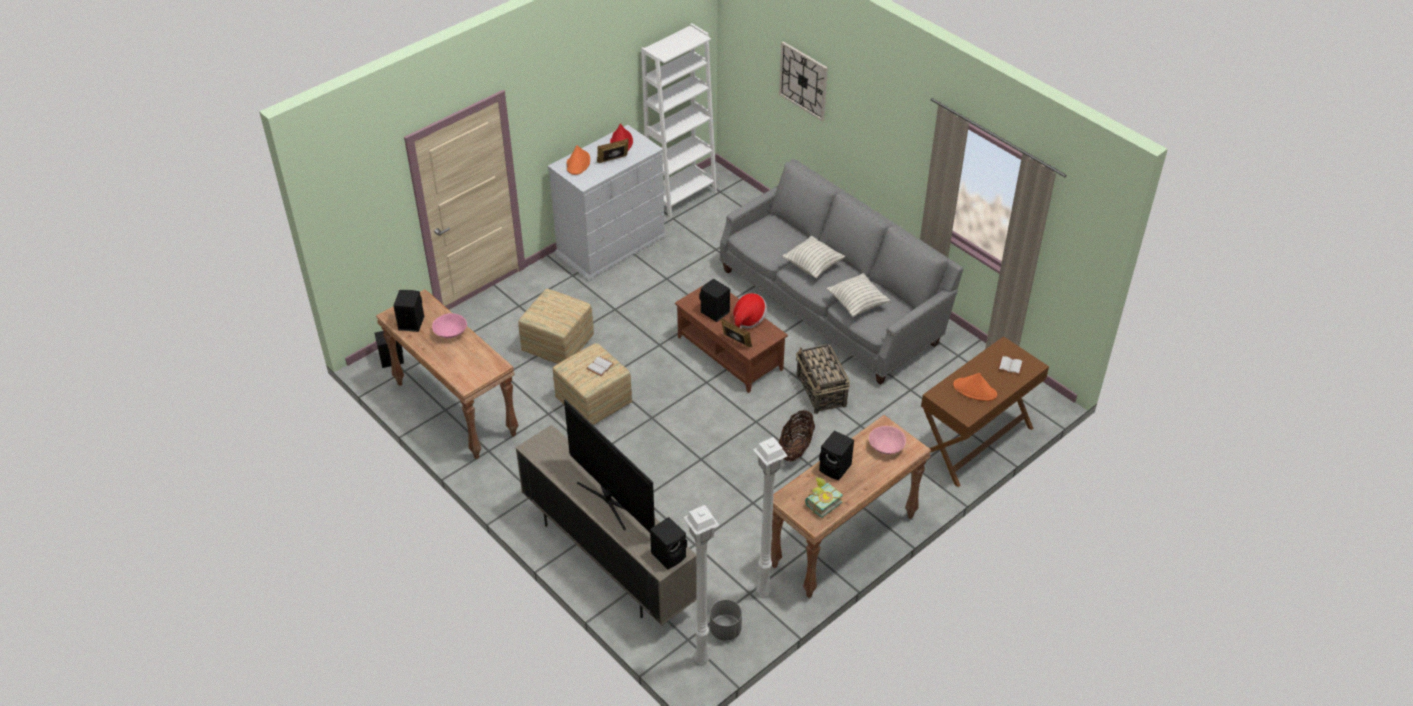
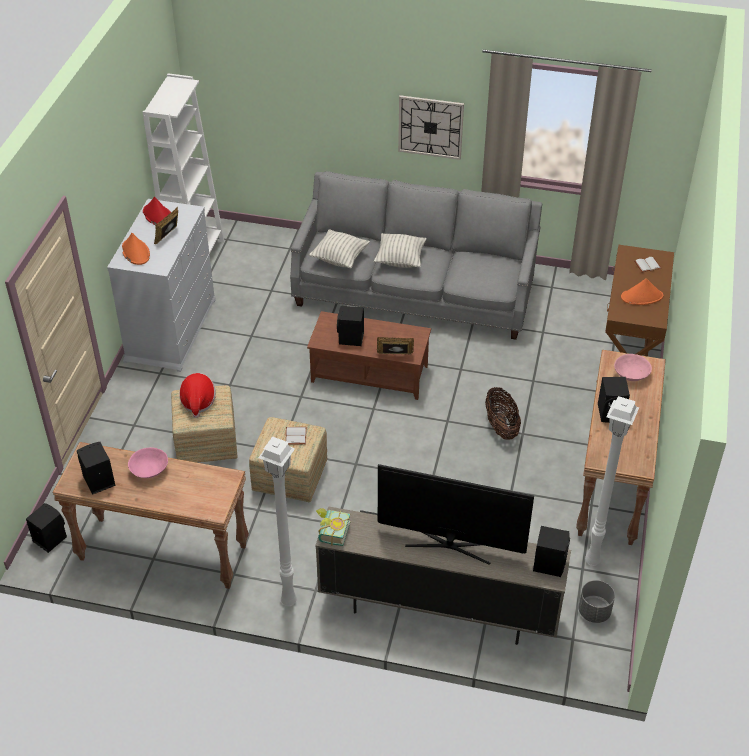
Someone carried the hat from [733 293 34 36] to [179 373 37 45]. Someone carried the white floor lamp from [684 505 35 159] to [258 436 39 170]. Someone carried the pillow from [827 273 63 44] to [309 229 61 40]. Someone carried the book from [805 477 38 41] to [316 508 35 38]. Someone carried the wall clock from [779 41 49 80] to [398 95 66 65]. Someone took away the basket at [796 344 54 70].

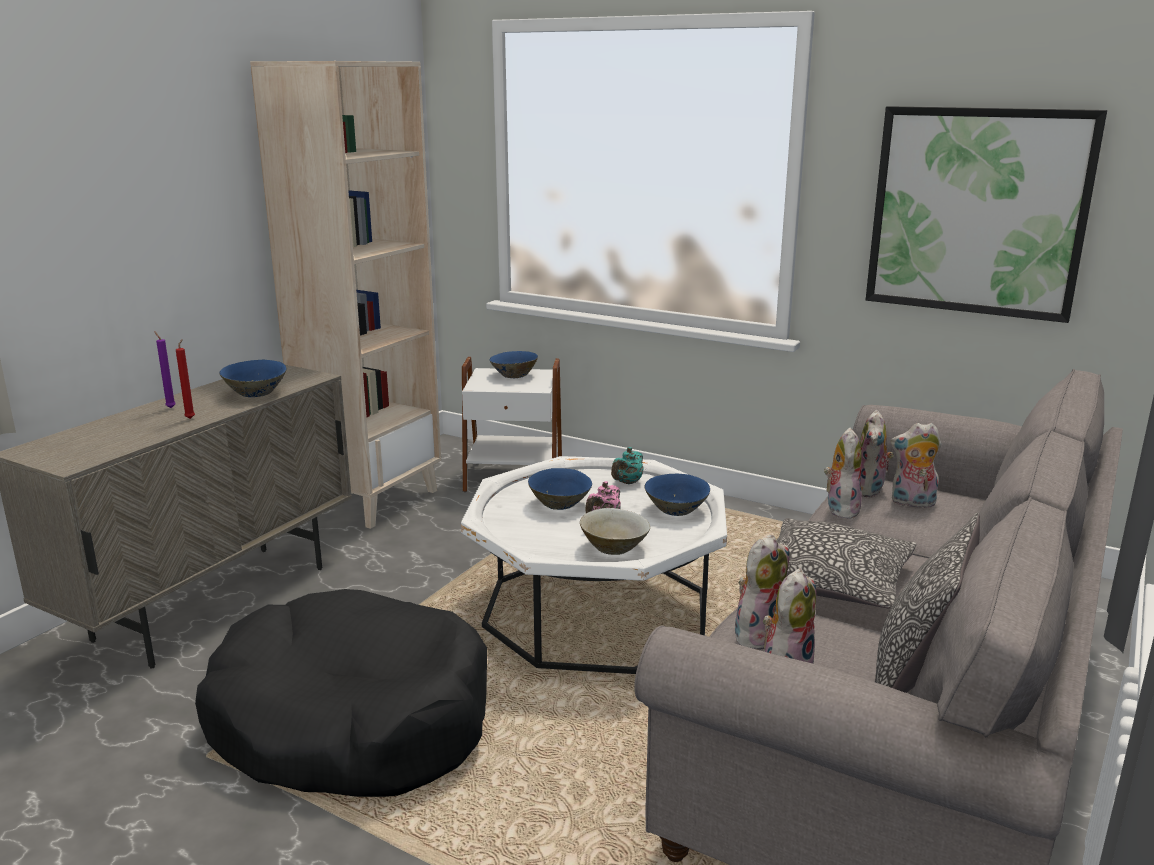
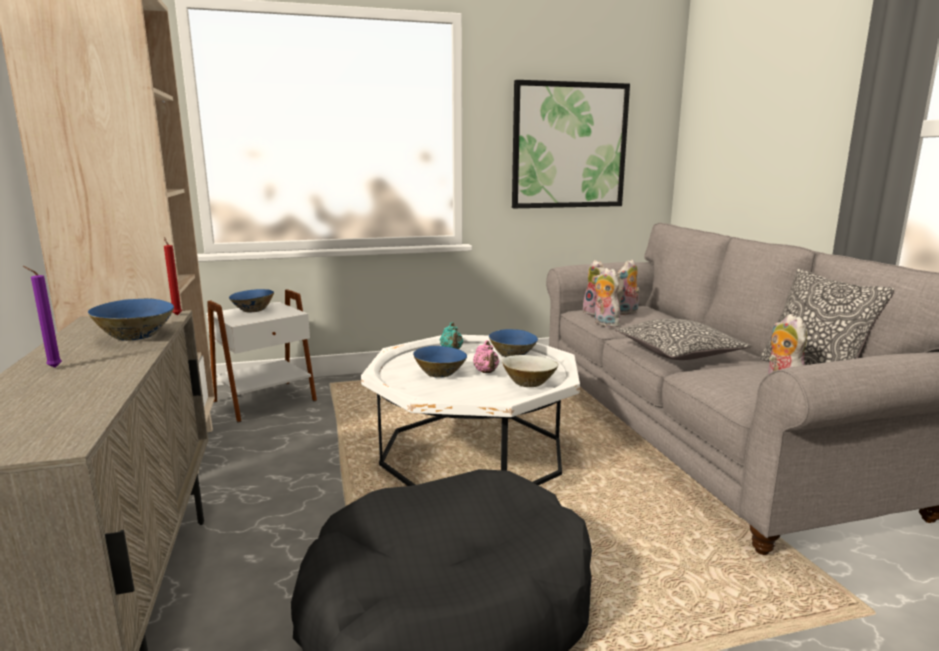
Someone carried the red candle from [176 339 19 80] to [164 237 18 78]. Someone took away the plush toy at [735 534 55 116].

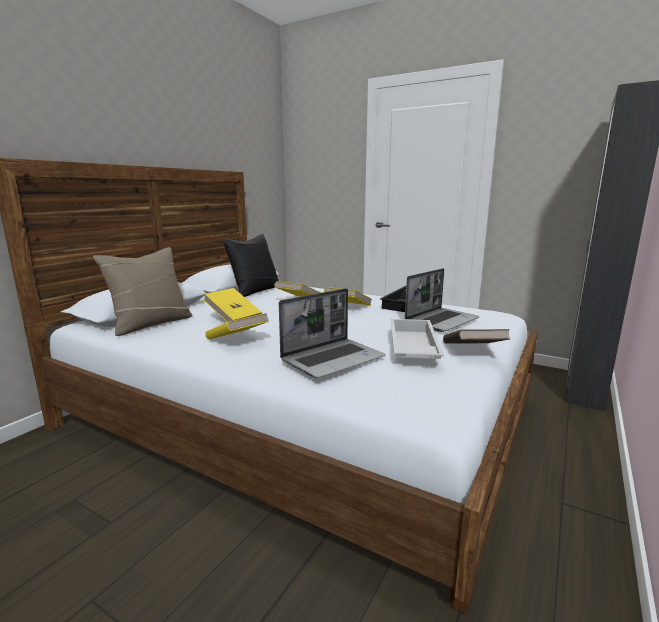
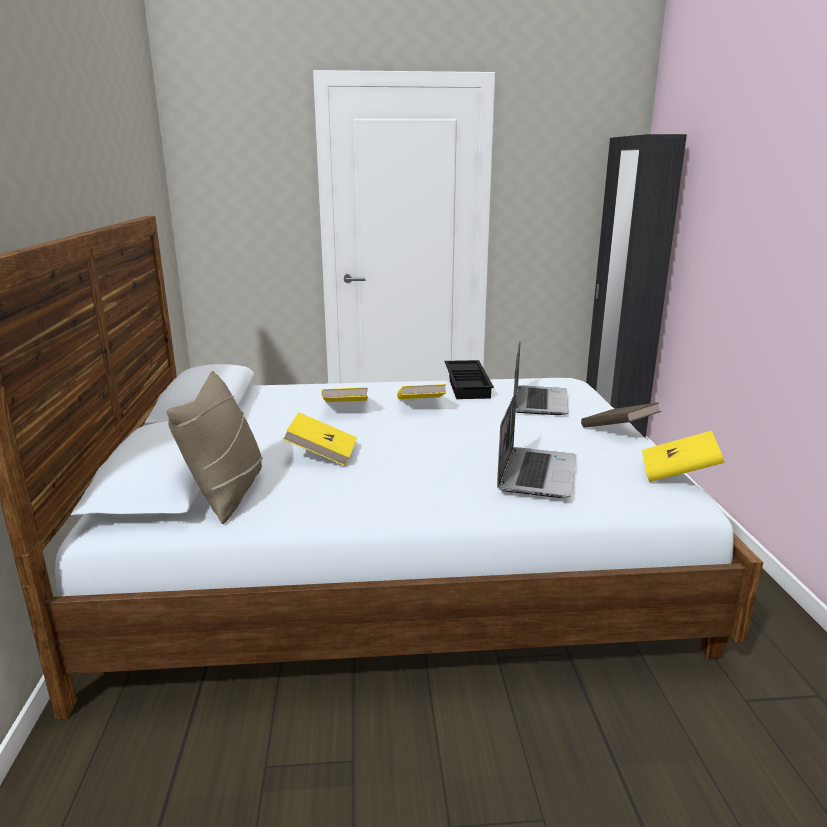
Someone carried the yellow book from [205 313 64 27] to [642 431 83 51]. Someone took away the black pillow at [222 234 57 63]. Someone took away the white tray at [391 319 53 40].

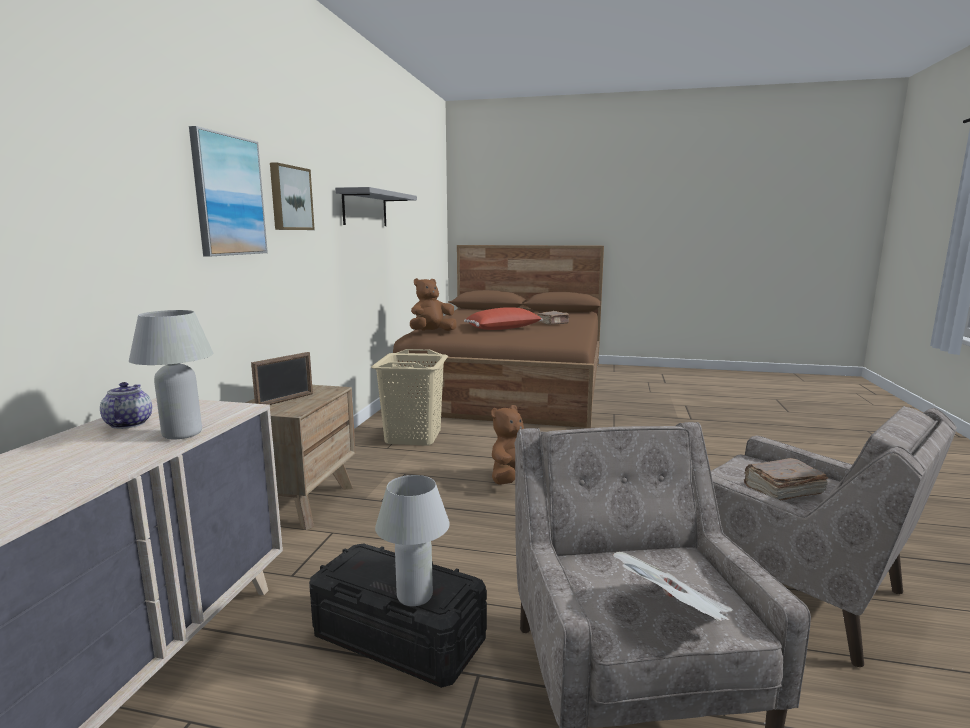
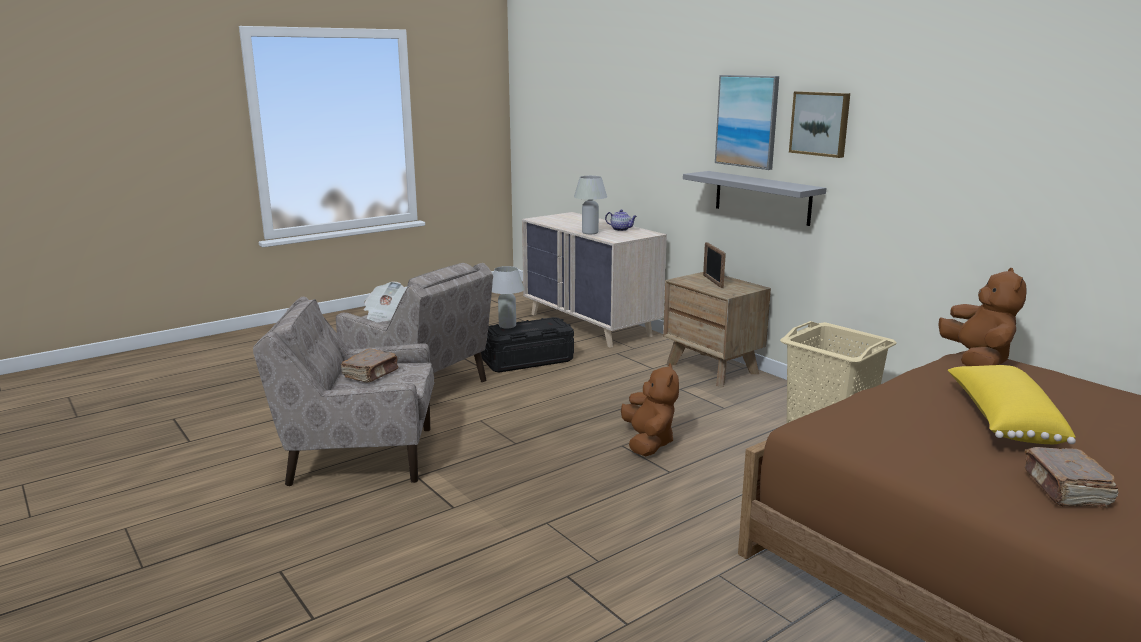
Someone carried the grey shelf from [335 187 82 39] to [683 171 143 55]. Someone repainted the red pillow at [464 307 79 23], which became the yellow pillow at [948 365 128 79].

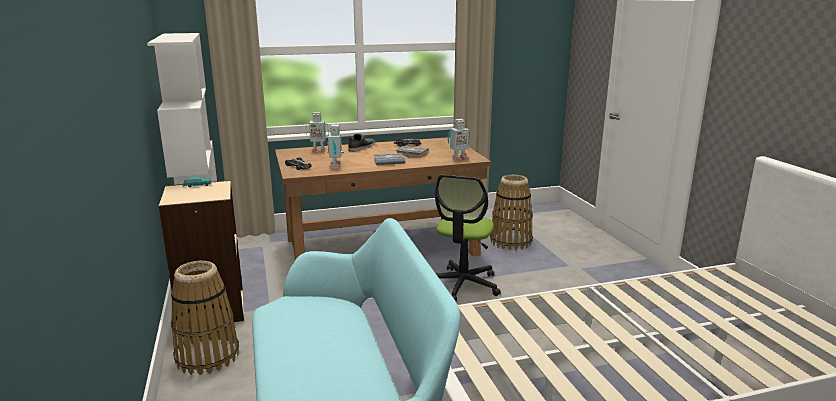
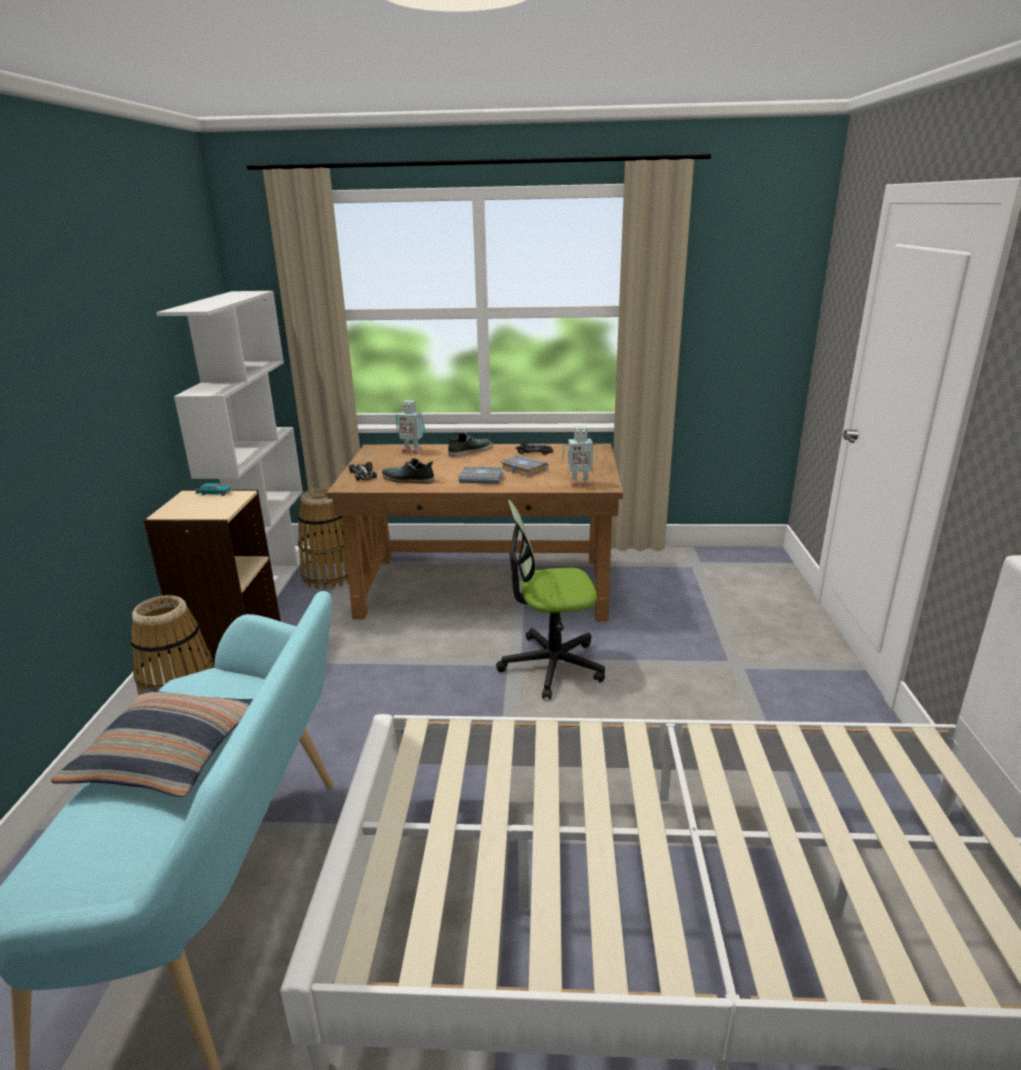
Someone put down the pillow at [51 689 202 108]. Someone carried the basket from [490 175 43 75] to [298 488 51 101]. Someone swapped the toy robot at [327 124 17 45] for the shoe at [382 458 52 26]. Someone rotated the office chair at [435 175 66 126] by 45 degrees clockwise.

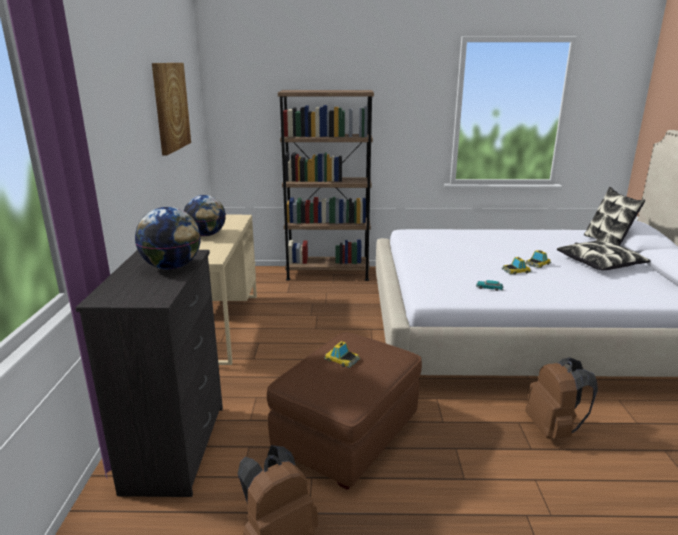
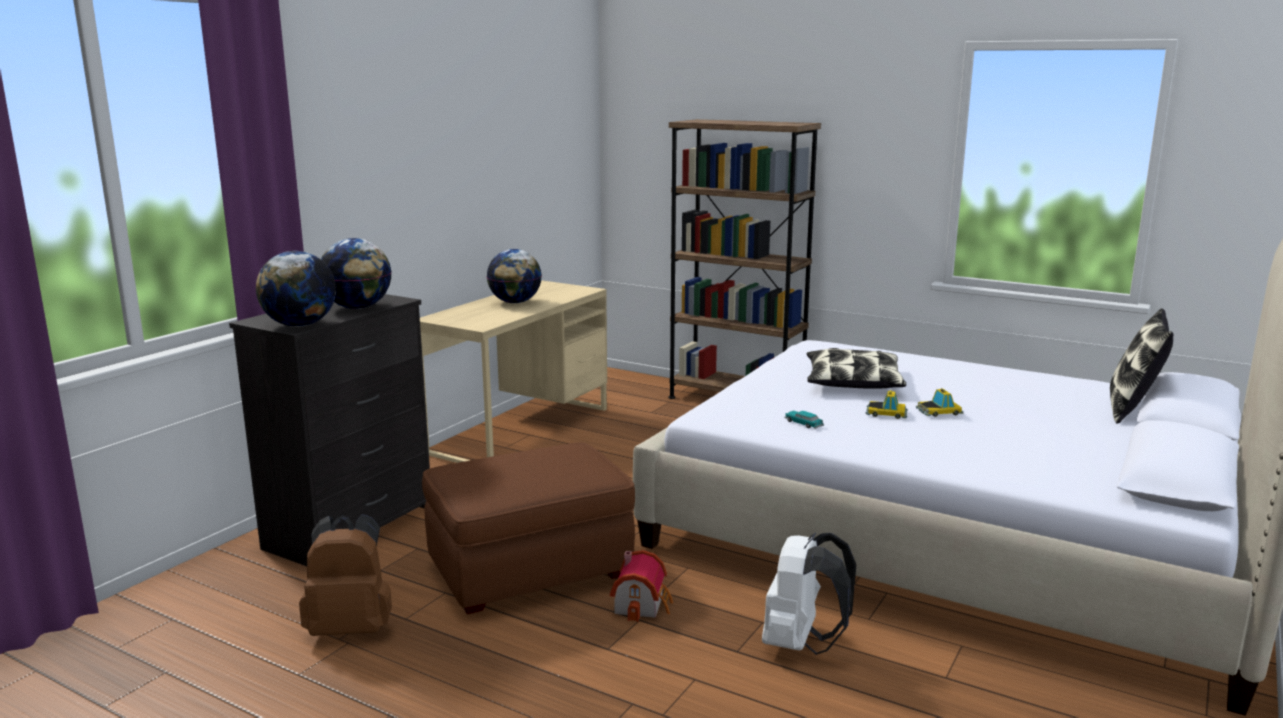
Someone put down the globe at [256 251 80 76]. Someone put down the toy house at [610 550 63 72]. Someone repainted the brown backpack at [525 357 73 82], which became the white backpack at [762 533 94 122]. Someone carried the pillow from [557 240 94 30] to [807 348 99 41]. Someone took away the picture at [152 63 39 92]. Someone took away the toy car at [324 341 36 27].

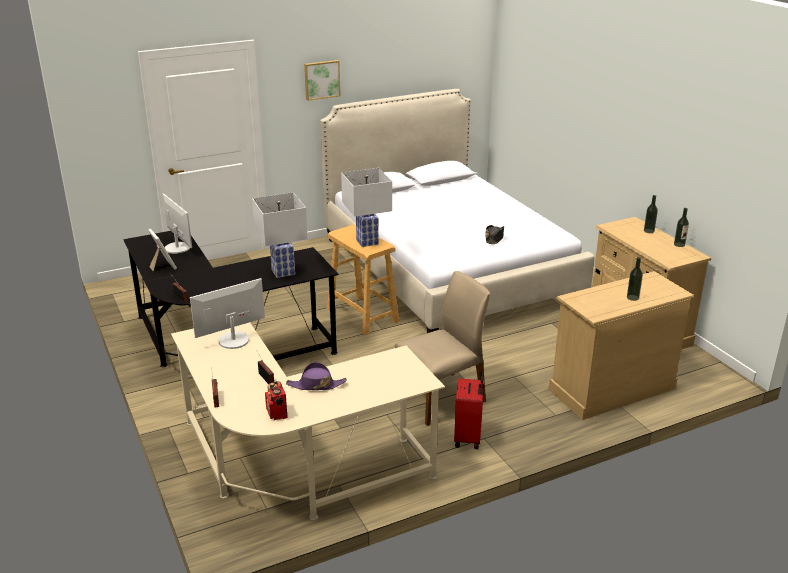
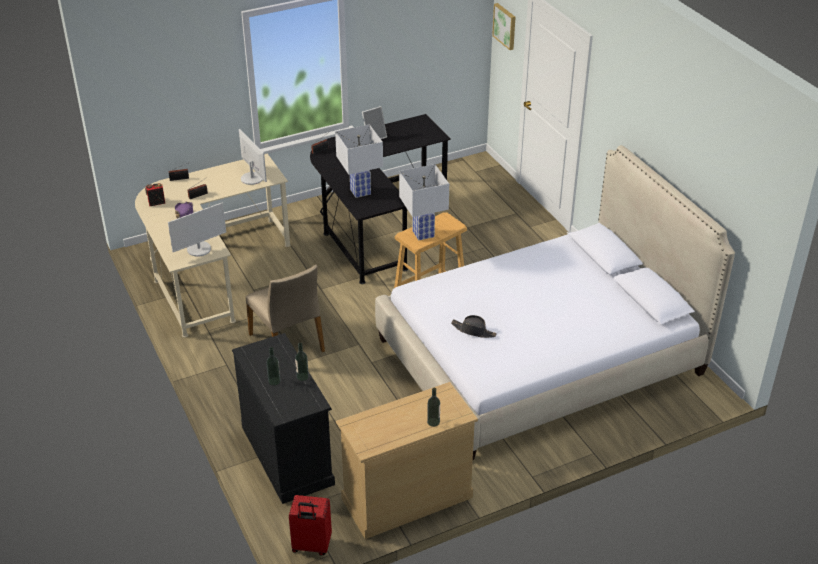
Someone carried the monitor from [162 193 30 61] to [168 203 58 54]. Someone repainted the beige dresser at [548 271 146 149], which became the black dresser at [232 333 103 171]. Someone carried the red suitcase from [454 372 30 77] to [289 495 43 61]. Someone carried the bottle from [674 208 15 39] to [295 343 14 38]. Someone carried the picture from [304 60 37 41] to [492 3 23 47].

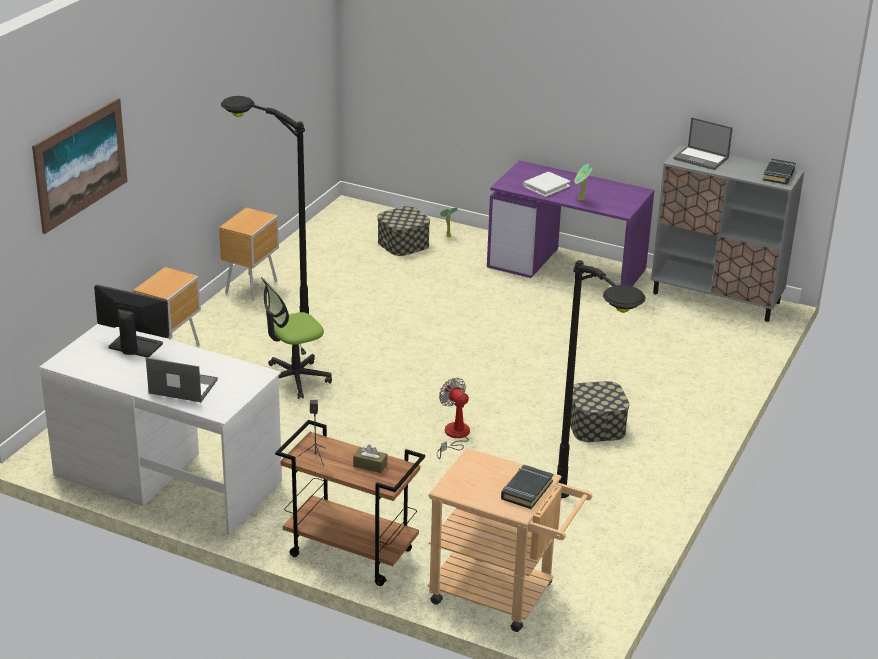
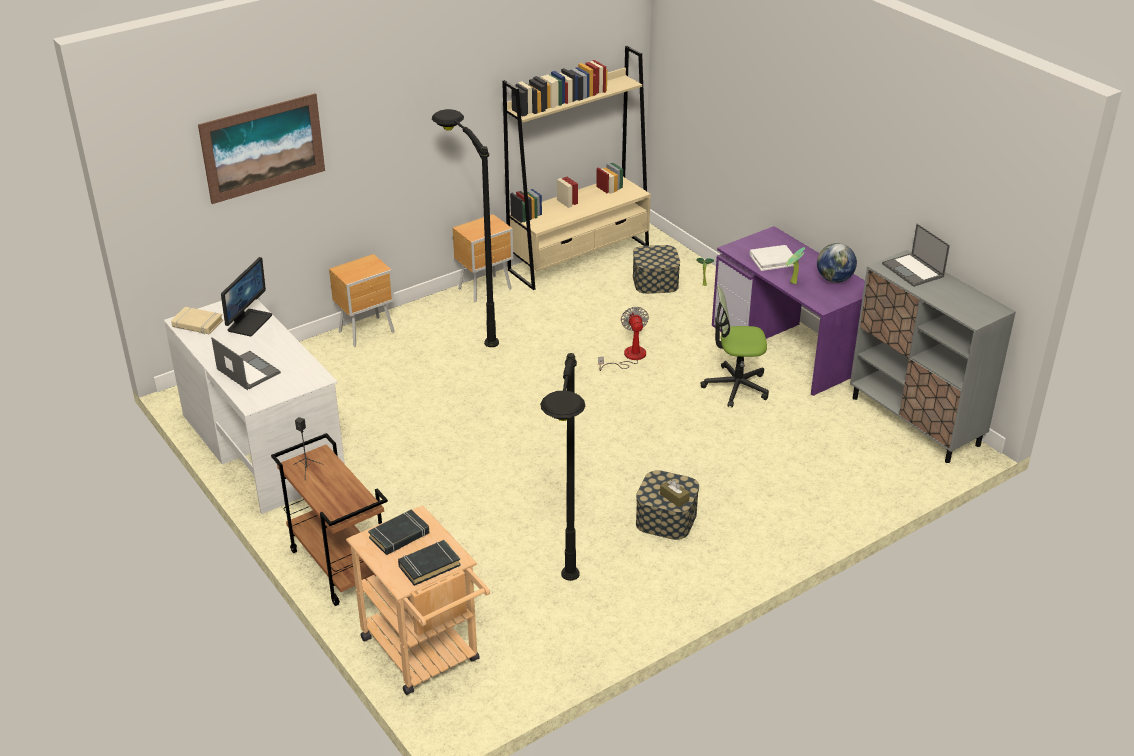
Someone put down the beige book at [171 307 52 27]. Someone rotated the monitor at [94 285 75 72] by 60 degrees clockwise. Someone carried the black book from [763 159 33 25] to [368 510 61 45]. Someone put down the beige bookcase at [502 46 149 244]. Someone carried the fan from [437 378 33 81] to [598 307 51 64]. Someone carried the brown tissue box from [353 445 34 28] to [660 479 30 28]. Someone carried the office chair from [261 277 71 122] to [700 286 69 121]. Someone put down the globe at [817 243 40 40].

